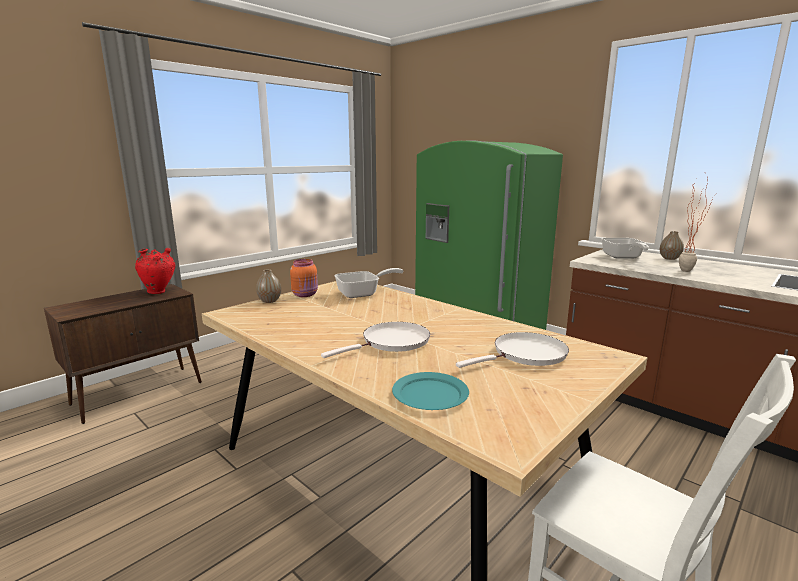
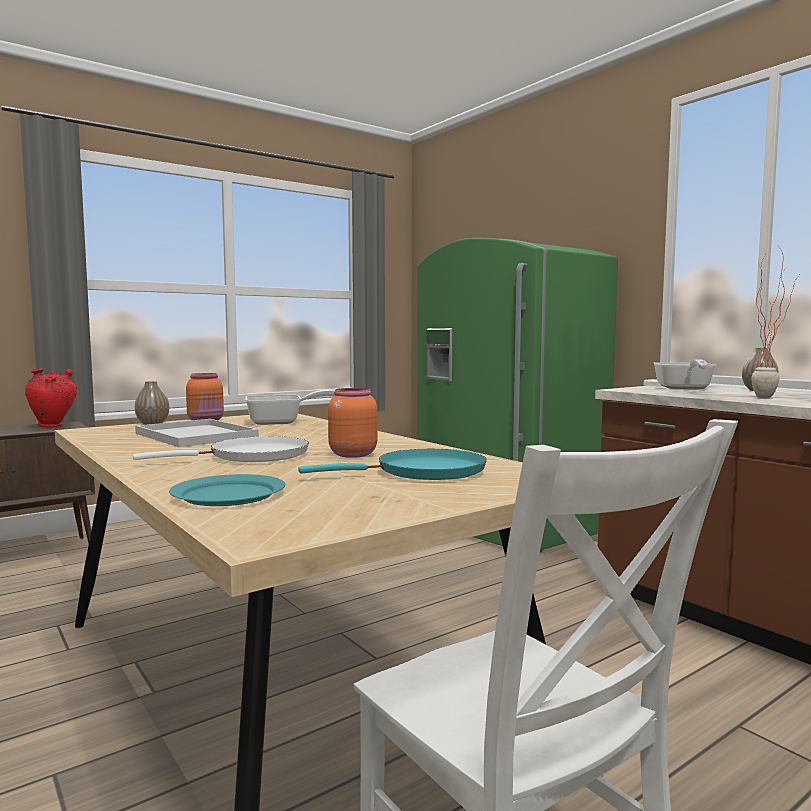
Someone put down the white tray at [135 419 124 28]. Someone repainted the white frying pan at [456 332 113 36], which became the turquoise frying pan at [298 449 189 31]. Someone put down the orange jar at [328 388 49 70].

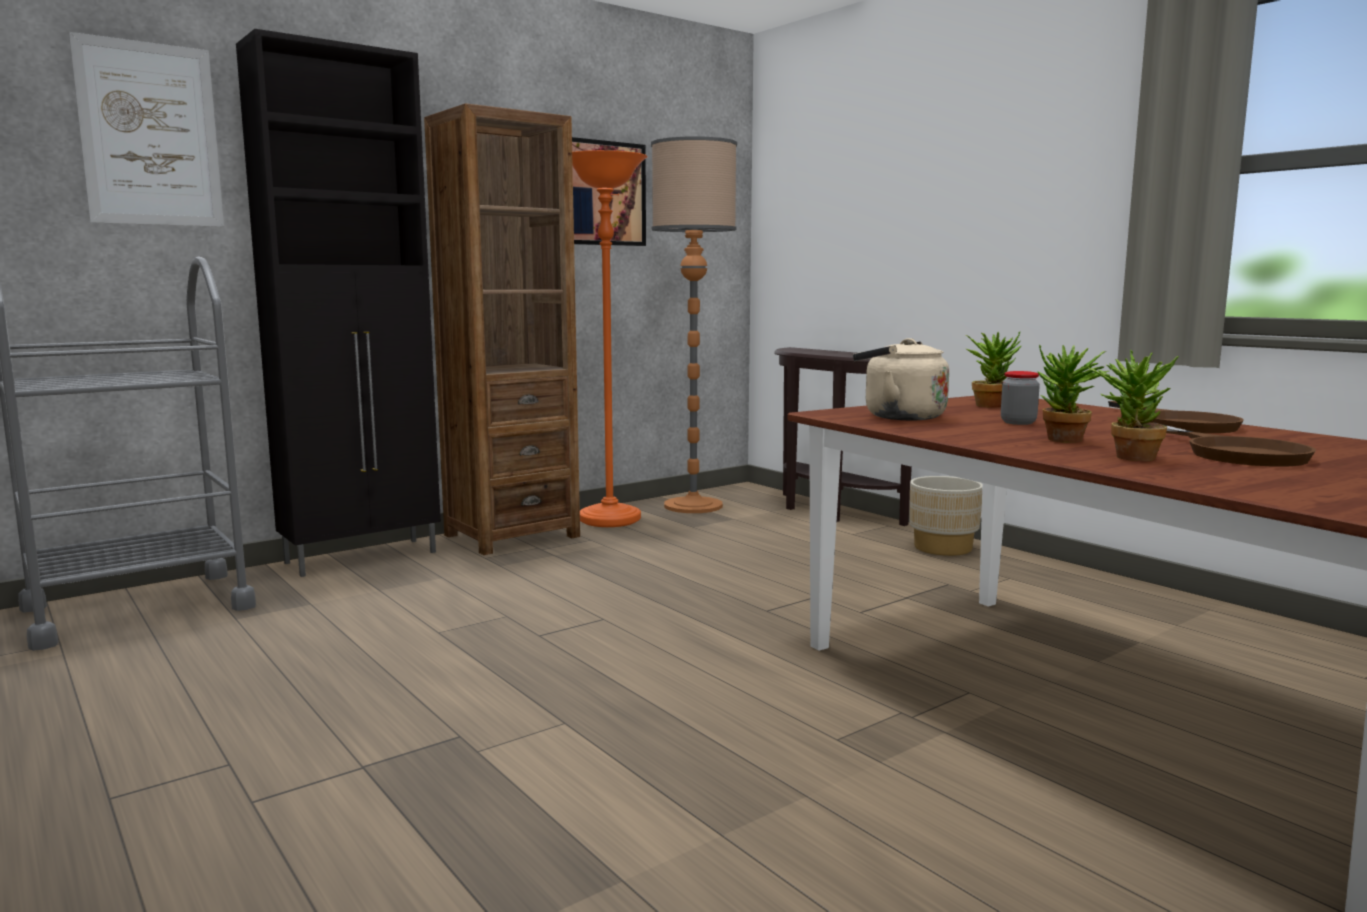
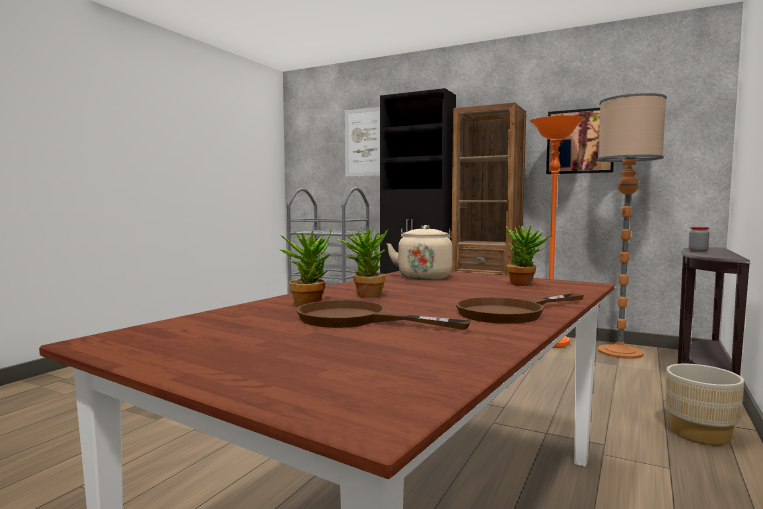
Someone rotated the brown frying pan at [1150 422 166 45] by 60 degrees clockwise. Someone carried the jar from [1001 371 39 54] to [689 227 20 25].

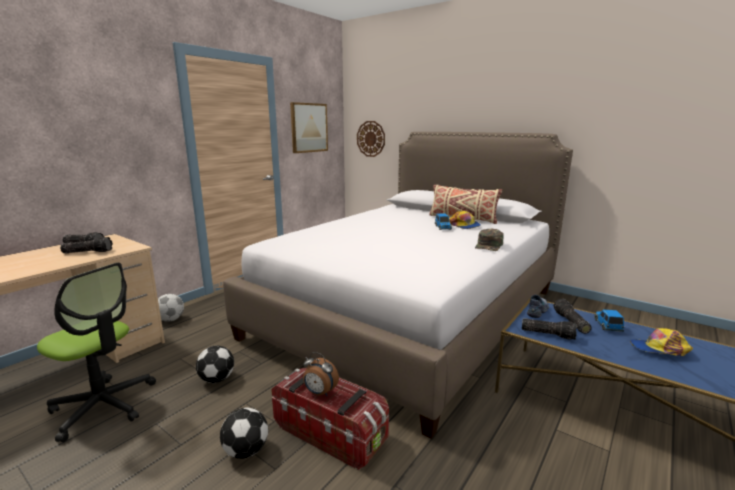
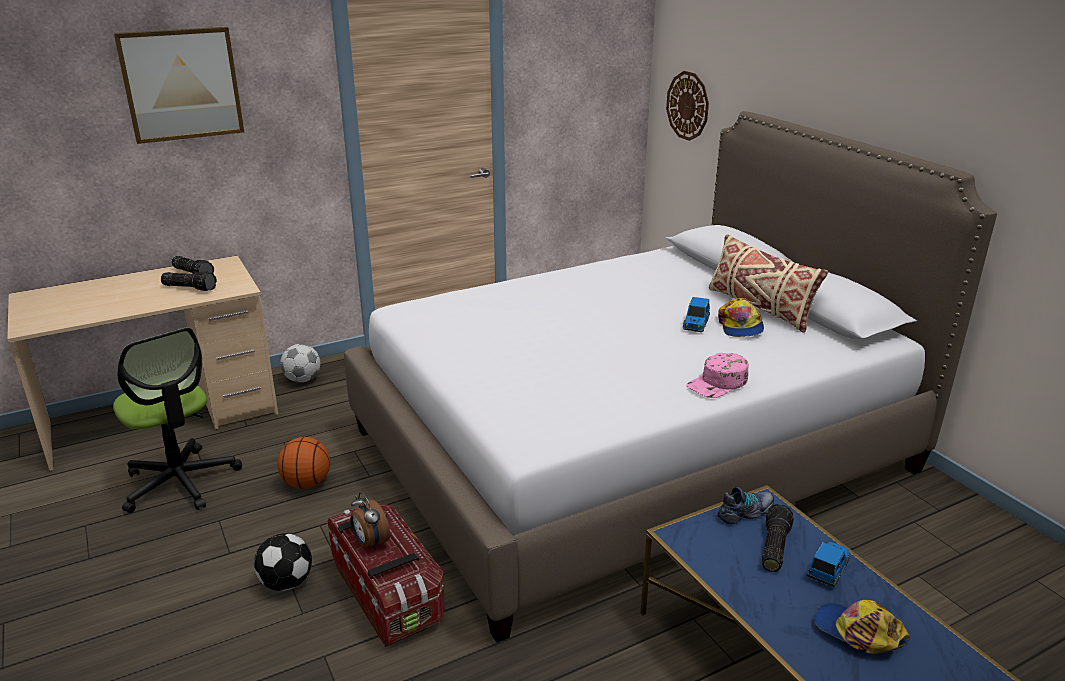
Someone carried the picture from [290 102 38 51] to [114 27 130 117]. Someone swapped the football at [196 346 38 37] for the basketball at [277 437 53 52]. Someone repainted the green cap at [475 228 29 23], which became the pink cap at [687 353 62 45]. Someone took away the flashlight at [522 318 55 22].

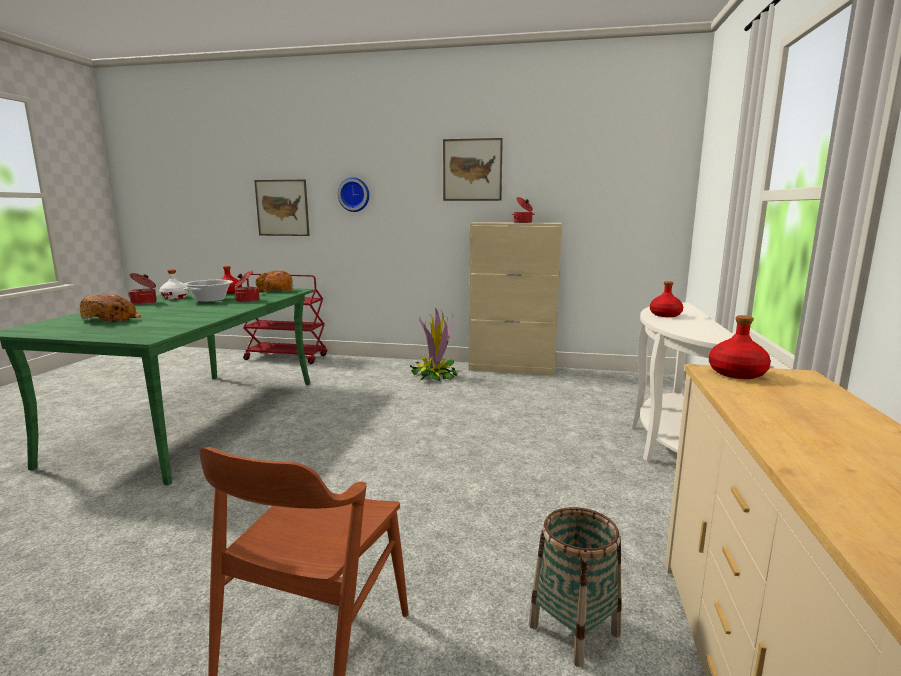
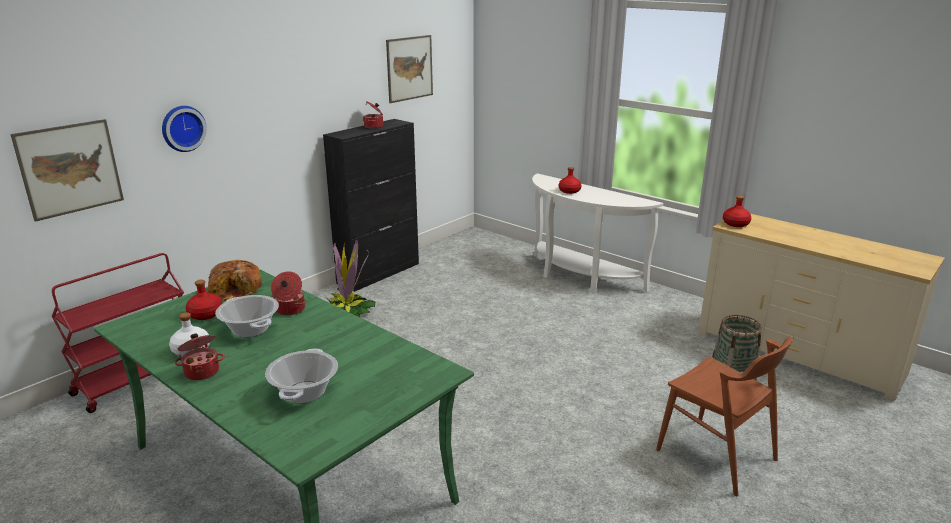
Someone swapped the bread at [80 294 62 28] for the cooking pot at [265 349 73 54]. Someone repainted the beige cabinet at [469 222 93 153], which became the black cabinet at [323 119 96 173]. Someone carried the picture from [443 138 60 63] to [386 35 47 68].

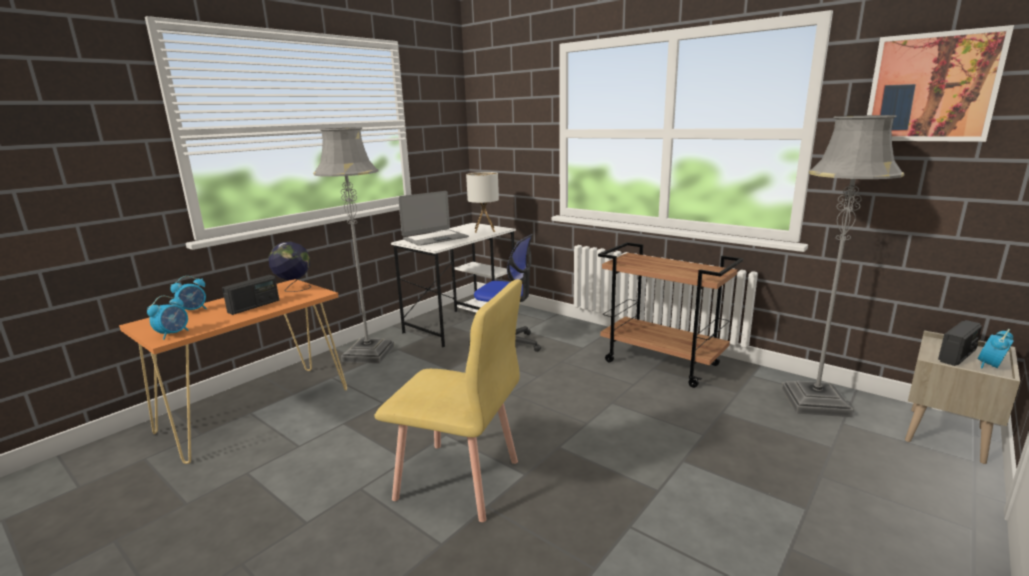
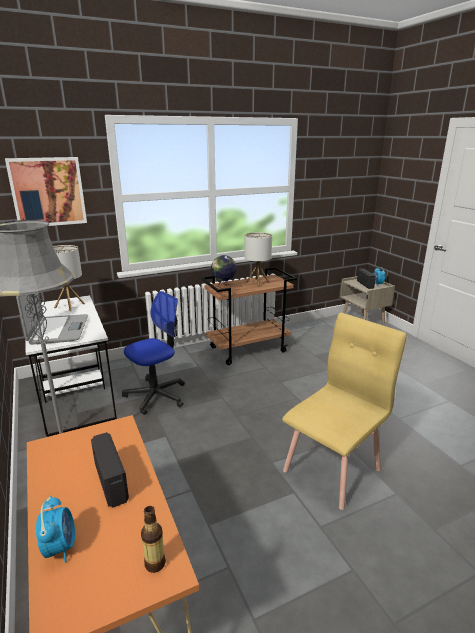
Someone carried the picture from [867 25 147 117] to [5 157 82 69]. Someone swapped the alarm clock at [147 296 42 44] for the bottle at [141 506 25 67]. Someone carried the globe from [269 242 42 50] to [211 255 26 34]. Someone put down the table lamp at [244 232 28 55]. Someone took away the grey floor lamp at [782 115 123 302].

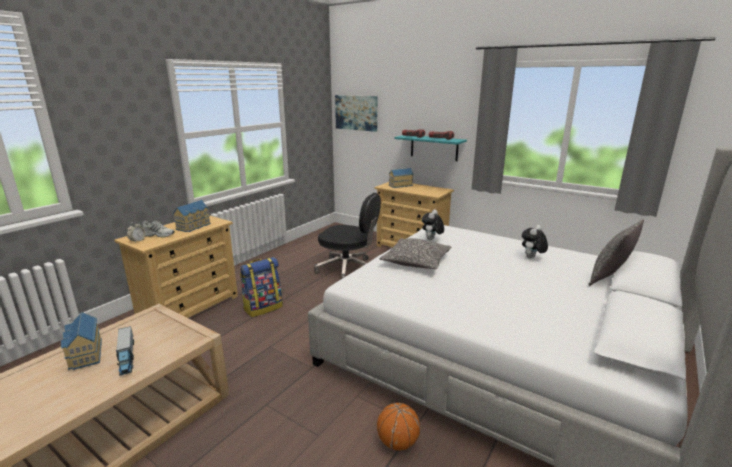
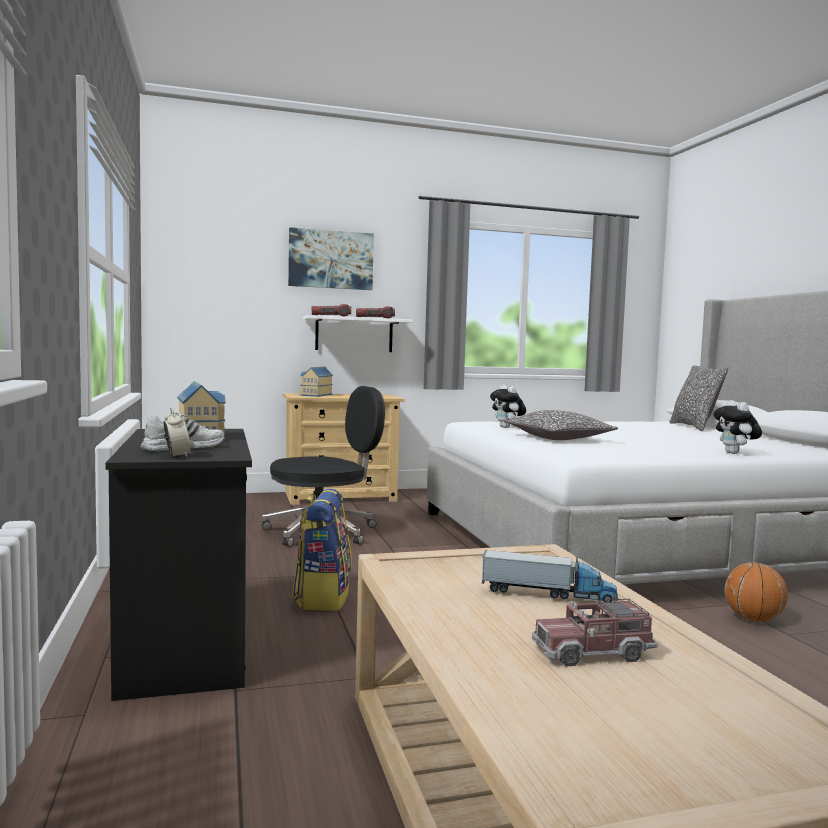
Someone repainted the beige dresser at [114 216 124 102], which became the black dresser at [106 429 146 272]. Someone carried the picture from [335 95 42 37] to [288 227 86 63]. Someone repainted the turquoise shelf at [394 135 73 26], which became the white shelf at [303 315 110 37]. Someone put down the toy truck at [532 599 126 67]. Someone carried the plush toy from [522 225 26 34] to [713 400 49 54]. Someone took away the toy house at [61 312 41 58].

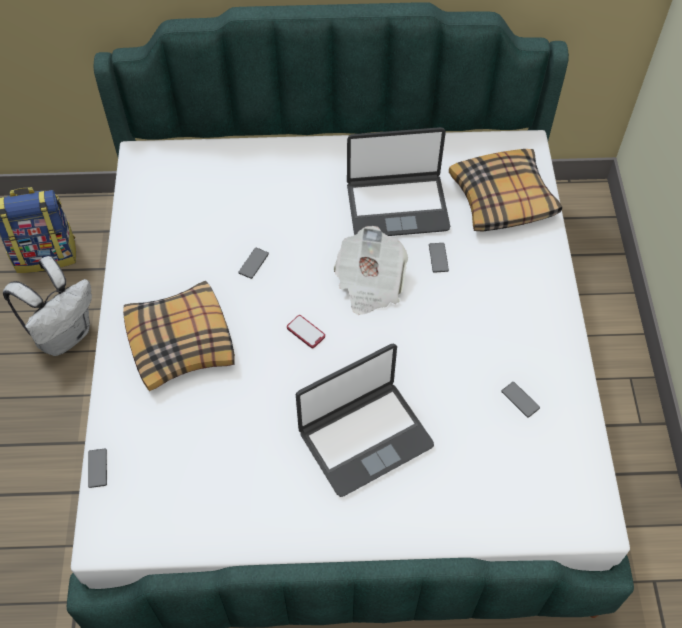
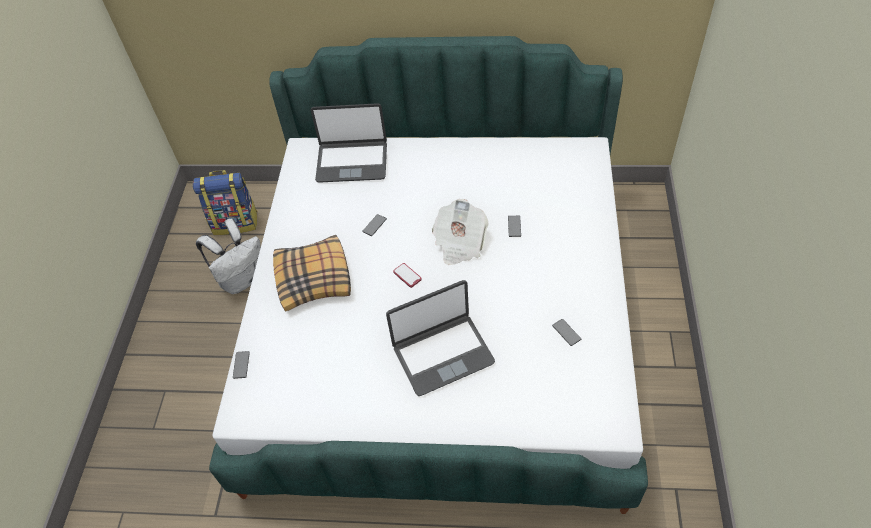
Someone carried the laptop from [347 127 103 109] to [311 103 76 80]. Someone took away the pillow at [449 149 113 82].

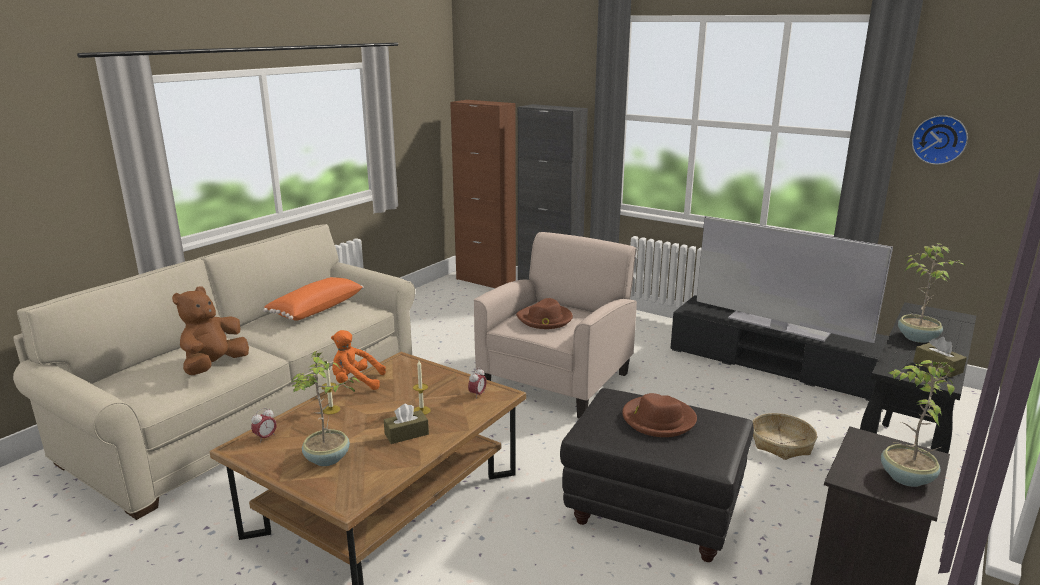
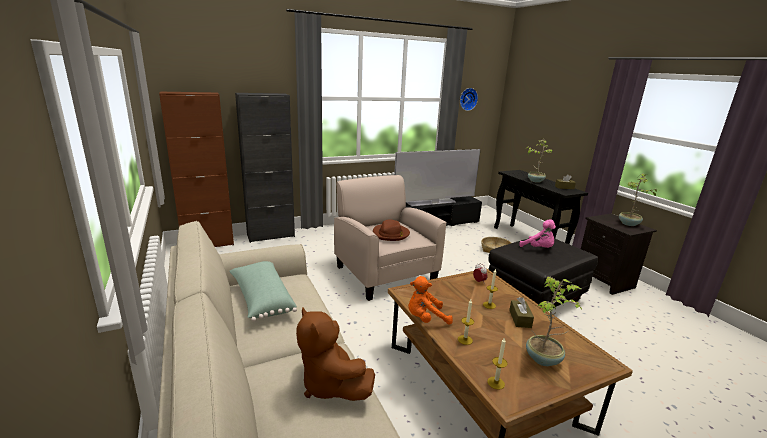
Someone repainted the orange pillow at [263 277 101 44], which became the green pillow at [229 261 68 61]. Someone rotated the orange plush toy at [331 330 55 60] by 45 degrees clockwise. Someone swapped the alarm clock at [251 408 26 35] for the candle at [487 337 21 53]. Someone swapped the brown hat at [622 393 75 44] for the pink plush toy at [519 219 37 29].

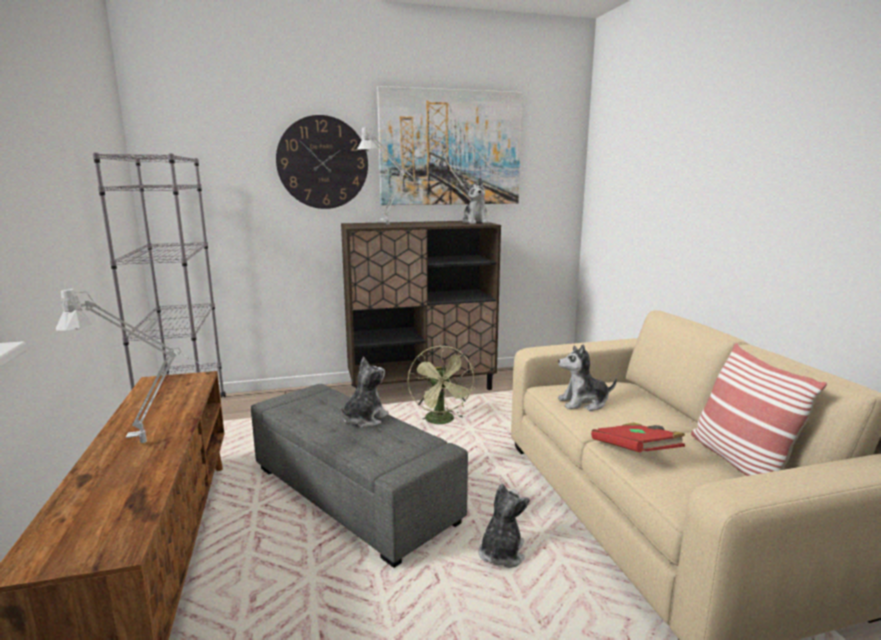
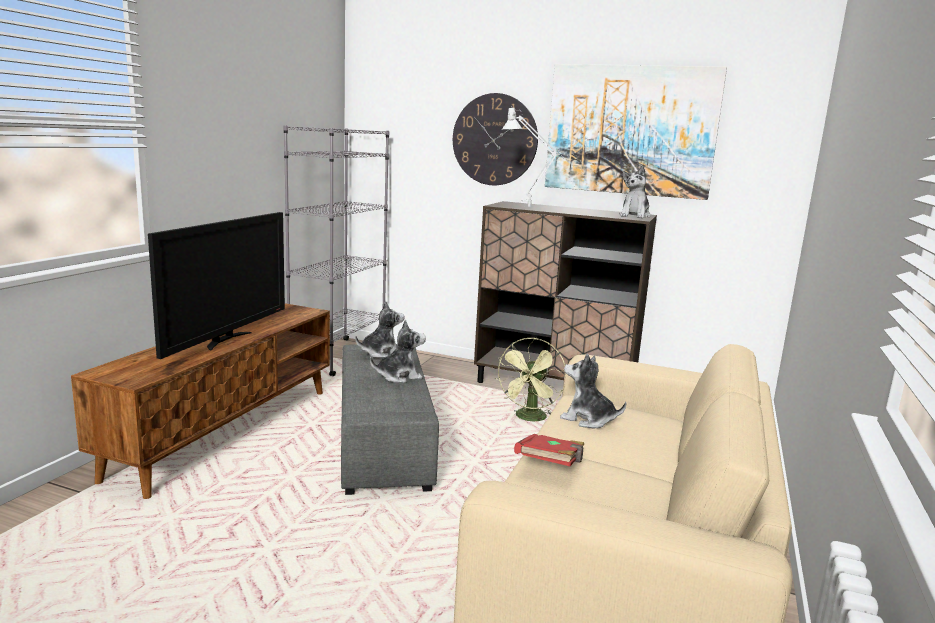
Someone swapped the grey table lamp at [56 287 158 156] for the television at [148 212 137 147]. Someone carried the plush toy from [478 483 52 85] to [355 301 49 57]. Someone took away the pillow at [691 343 136 133].

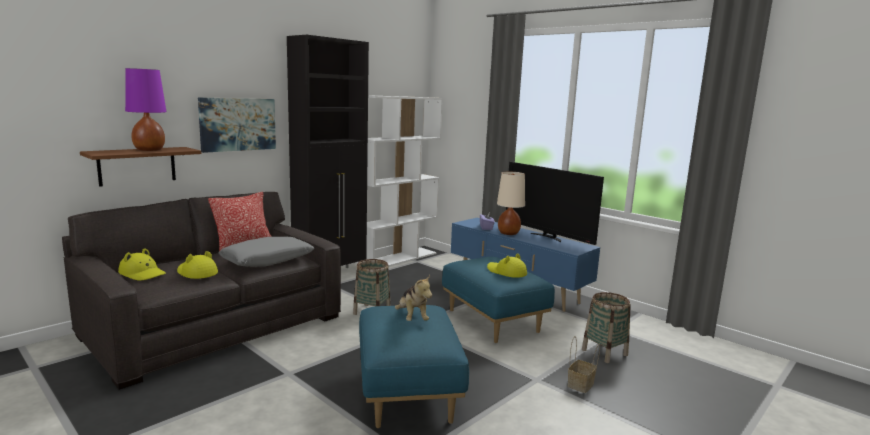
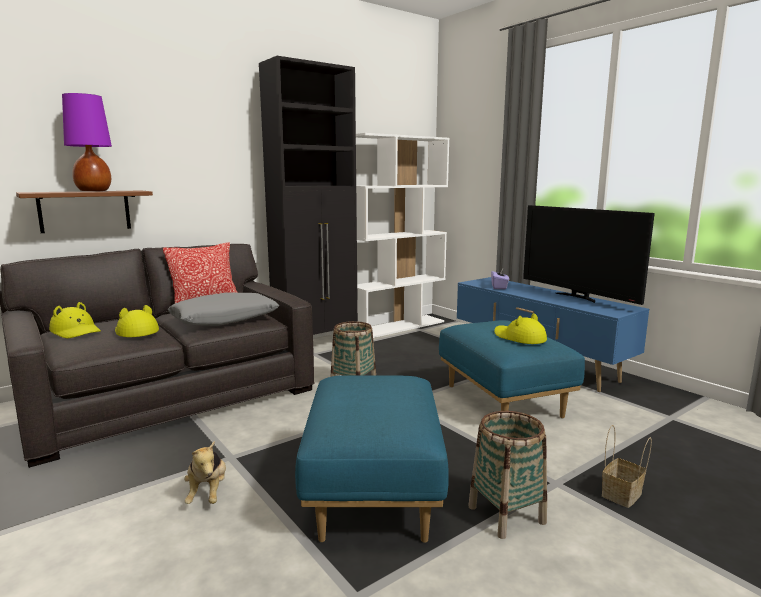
Someone carried the plush toy from [395 275 37 46] to [184 441 42 63]. Someone carried the basket from [582 292 49 71] to [468 411 79 128]. Someone took away the picture at [198 97 78 56]. Someone took away the beige table lamp at [497 172 28 63].

